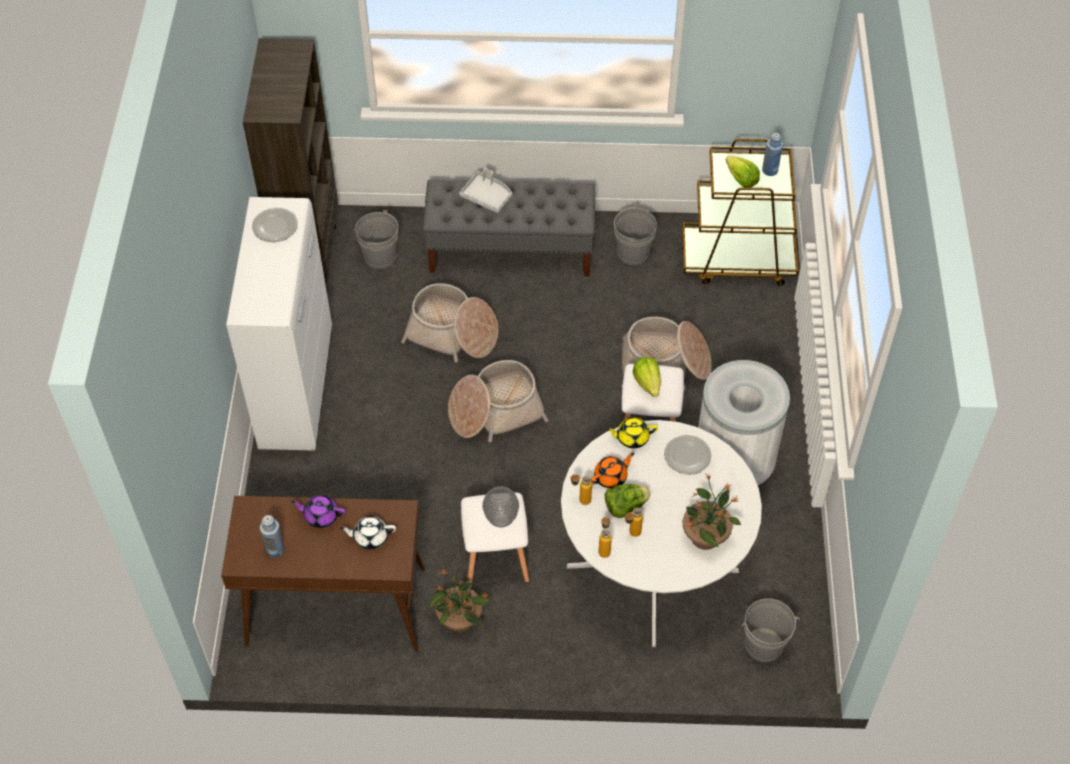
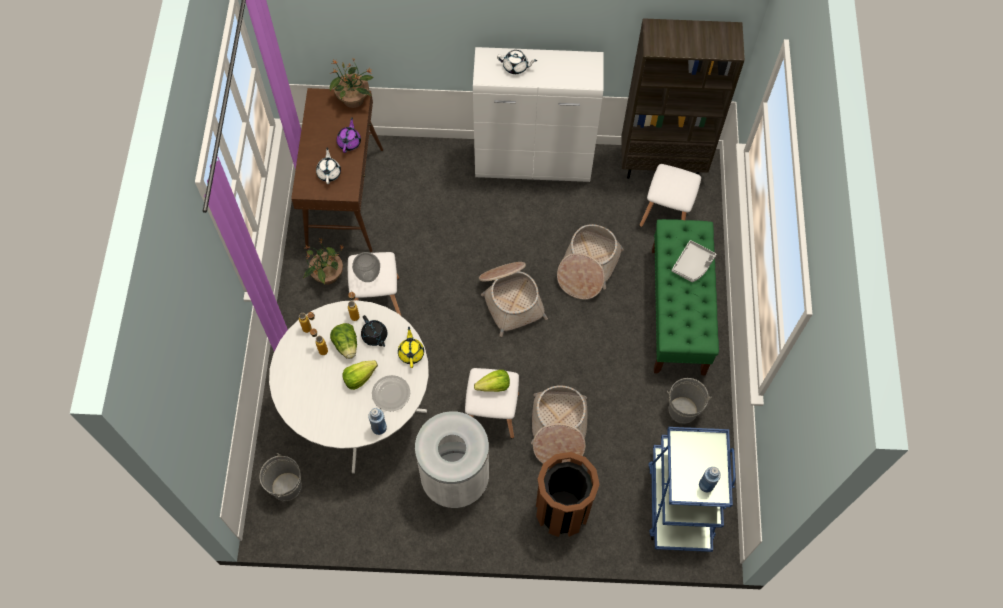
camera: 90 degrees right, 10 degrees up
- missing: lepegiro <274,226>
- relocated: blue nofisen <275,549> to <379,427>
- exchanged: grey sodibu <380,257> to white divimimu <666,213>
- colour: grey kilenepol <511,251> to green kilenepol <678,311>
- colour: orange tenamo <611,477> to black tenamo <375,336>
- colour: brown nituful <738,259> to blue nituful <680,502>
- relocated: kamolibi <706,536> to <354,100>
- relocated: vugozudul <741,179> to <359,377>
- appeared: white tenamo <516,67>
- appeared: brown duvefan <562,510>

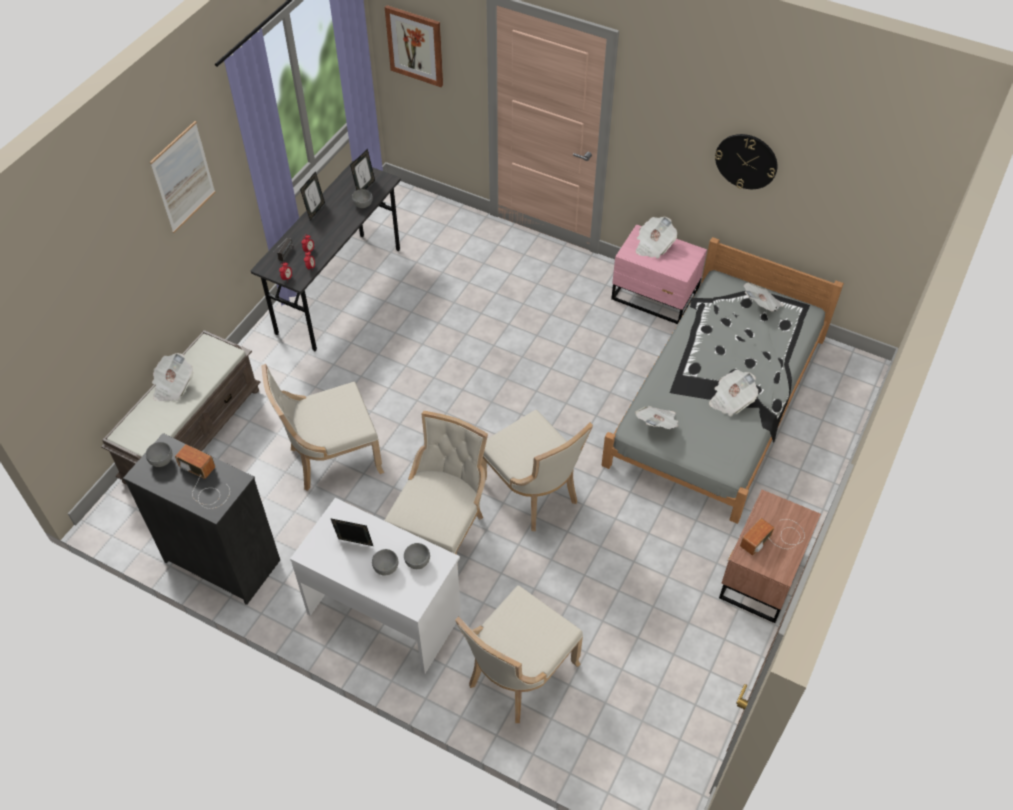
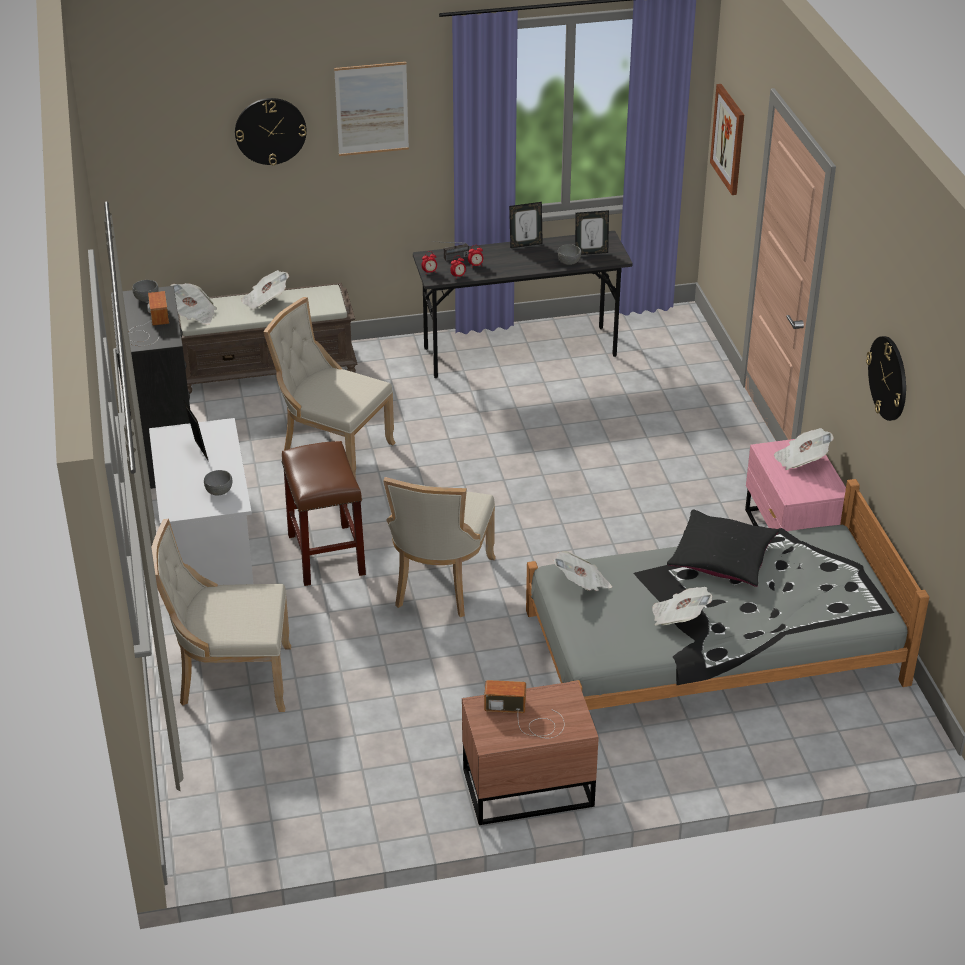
camera: 50 degrees right, 15 degrees down
- missing: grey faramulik <386,568>
- exchanged: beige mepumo <442,535> to brown divimimu <327,555>
- relocated: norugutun <761,305> to <193,315>
- appeared: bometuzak <270,131>
- appeared: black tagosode <722,558>

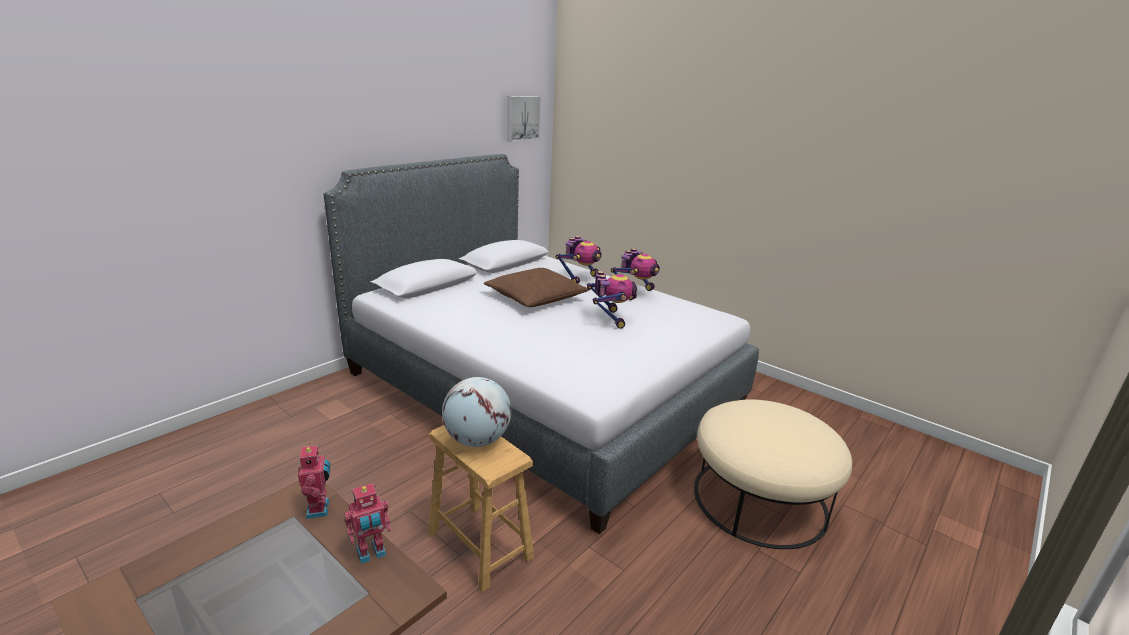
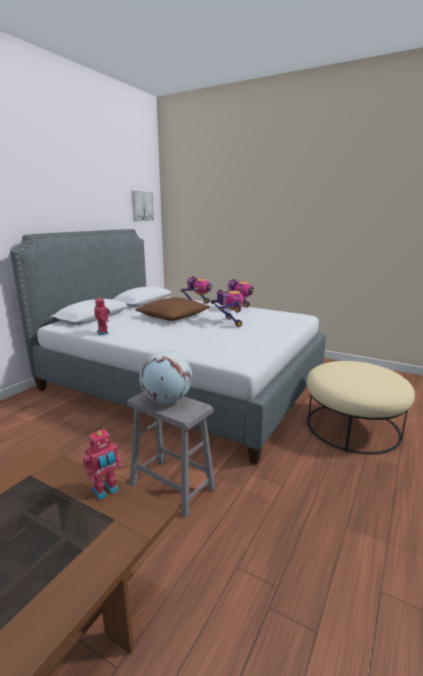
camera: 10 degrees left, 5 degrees down
- relocated: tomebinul <320,509> to <103,332>
- colour: brown divimimu <479,546> to grey divimimu <172,486>

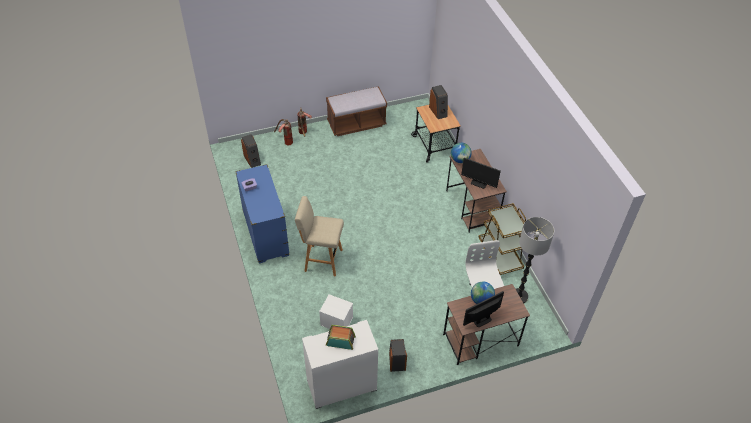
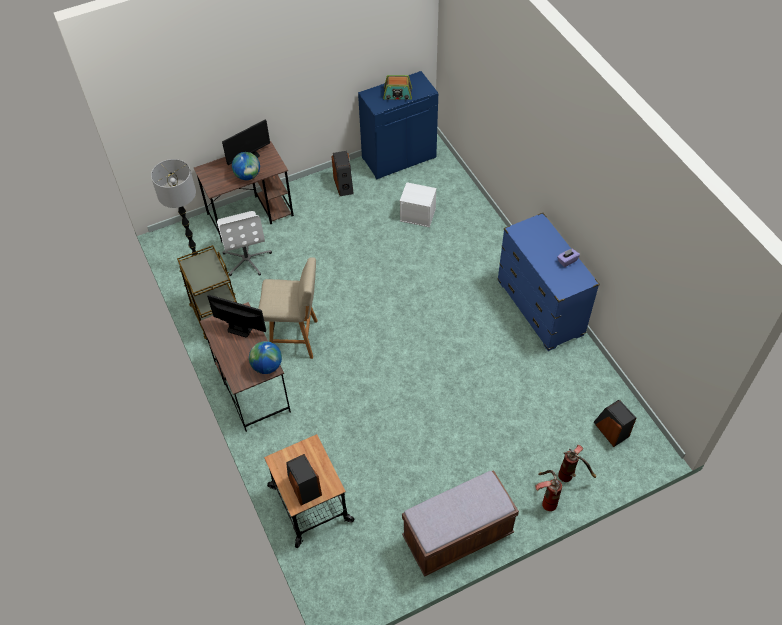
camera: 175 degrees right, 5 degrees up
- relocated: beige divimimu <322,260> to <296,338>
- colour: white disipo <341,385> to blue disipo <399,157>

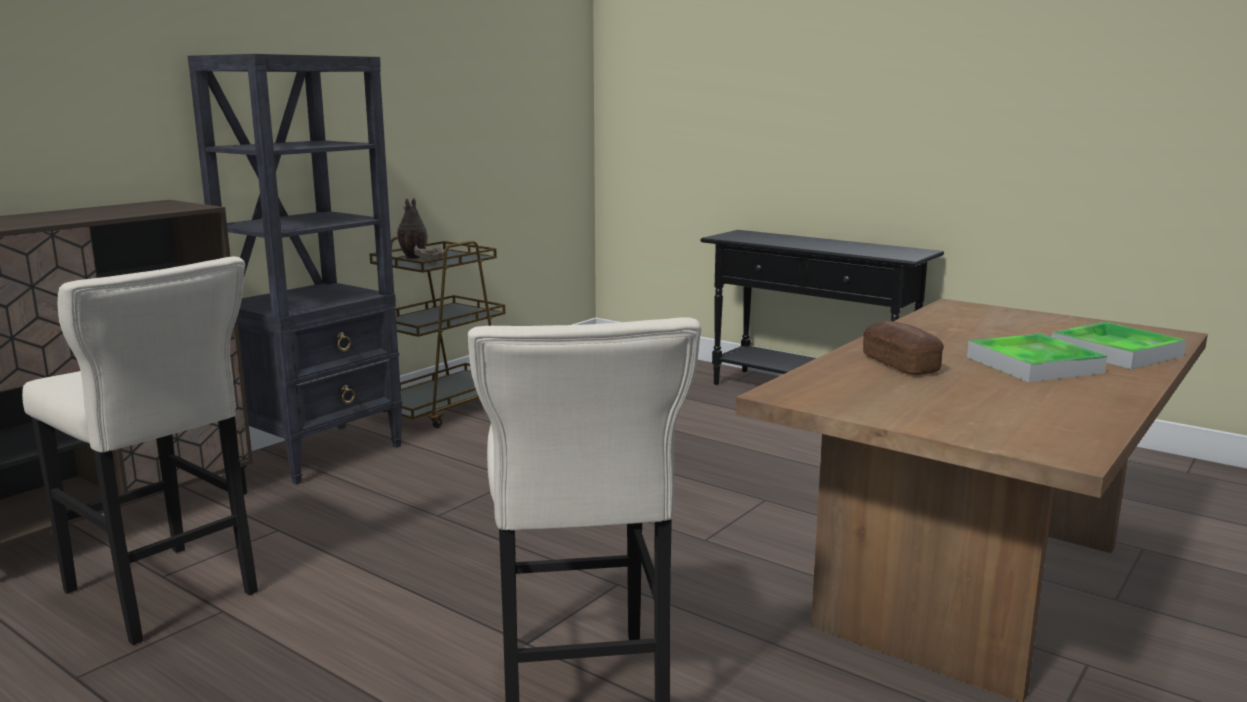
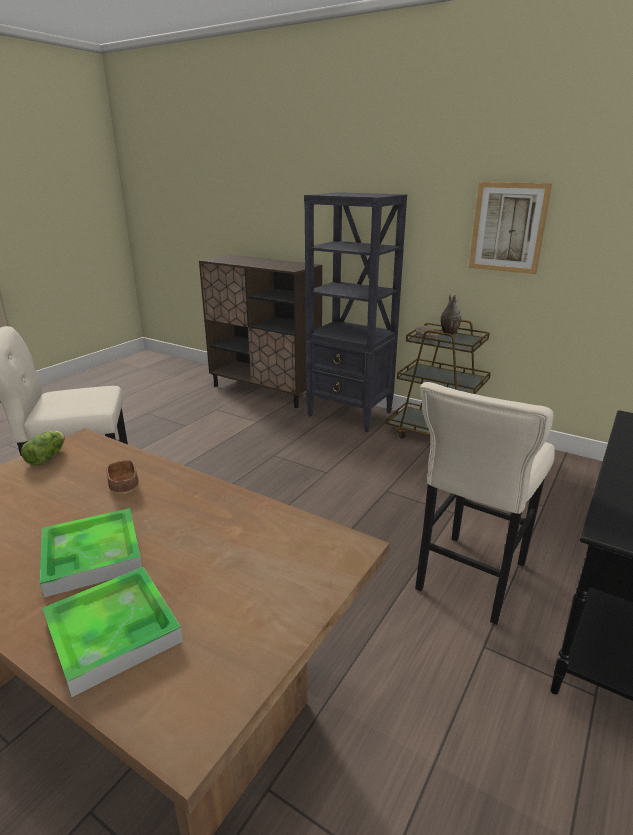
camera: 85 degrees right, 10 degrees up
- relocated: beige divimimu <164,596> to <469,580>
- exchanged: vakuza <900,364> to brown faramulik <124,486>
- appeared: vugozudul <48,456>
- appeared: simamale <508,228>

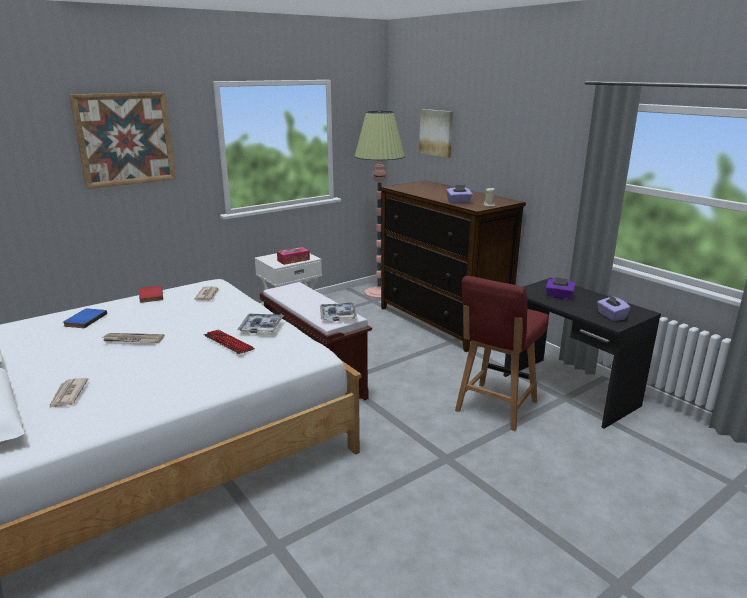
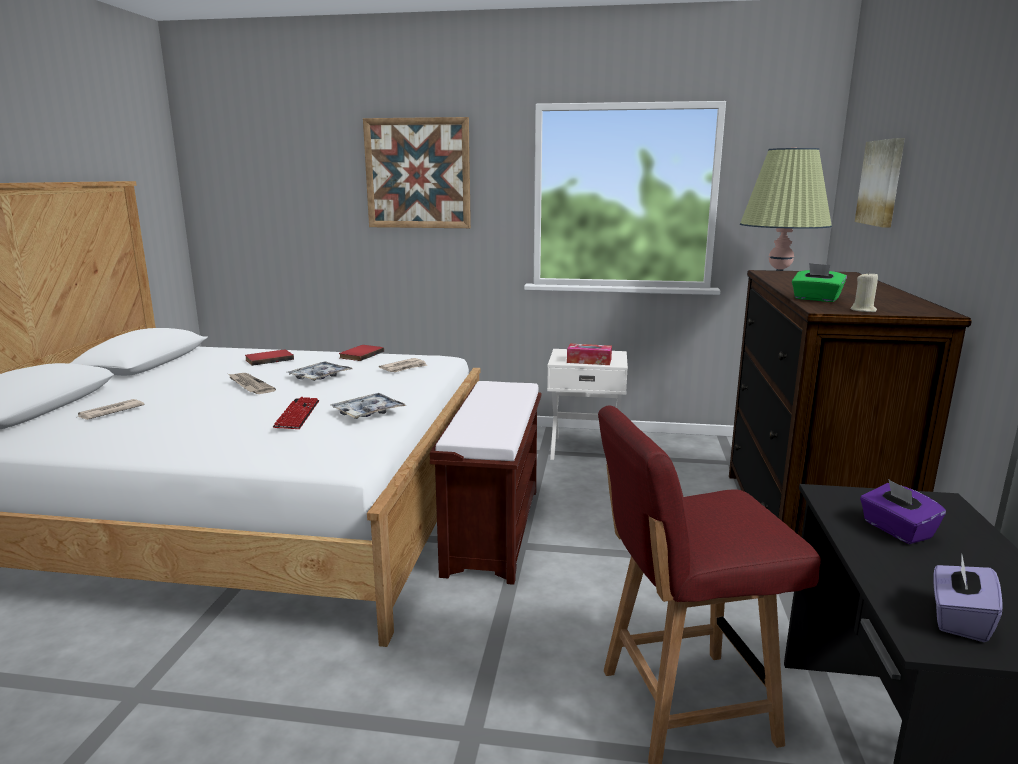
camera: 45 degrees right, 5 degrees down
- colour: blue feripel <84,320> to red feripel <269,359>
- relocated: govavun <338,315> to <320,377>
- colour: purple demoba <459,202> to green demoba <816,299>

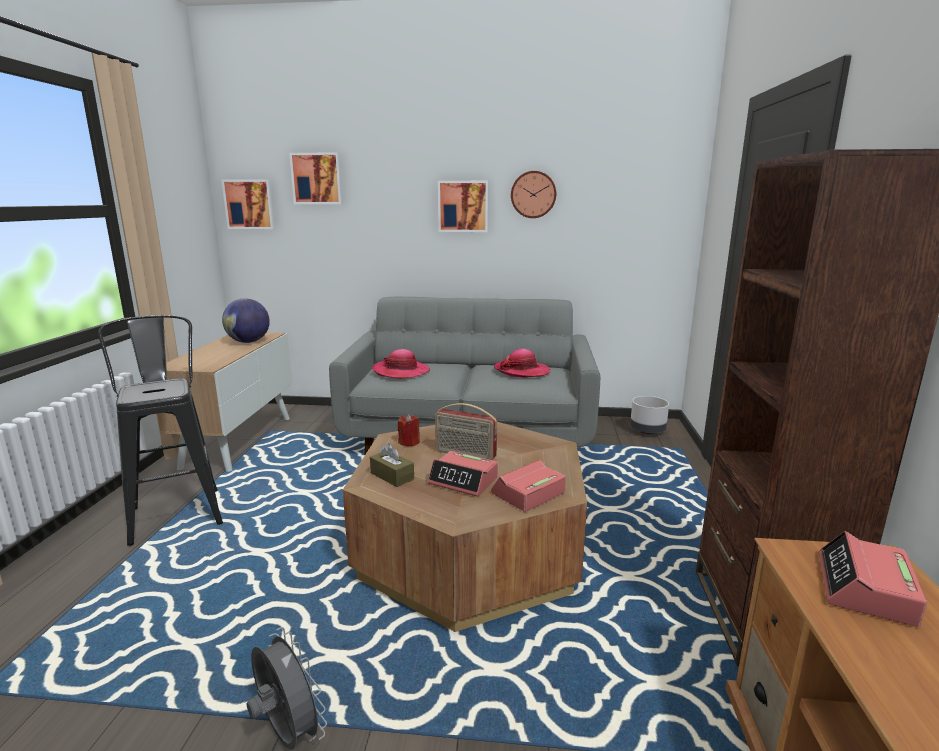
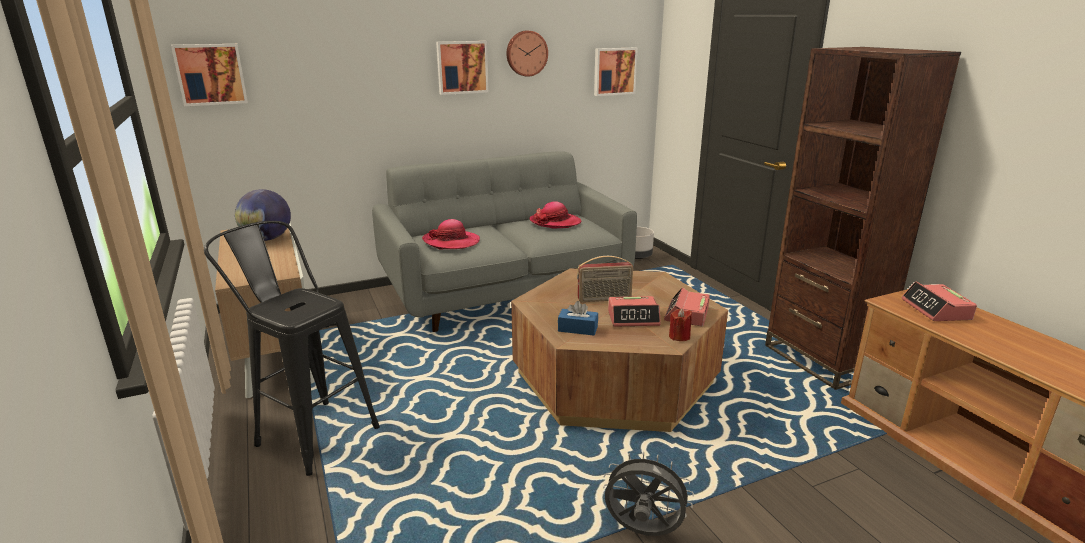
camera: 30 degrees left, 5 degrees up
- relocated: simamale <317,178> to <614,71>
- colour: brown demoba <392,476> to blue demoba <577,329>
- relocated: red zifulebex <409,442> to <679,336>

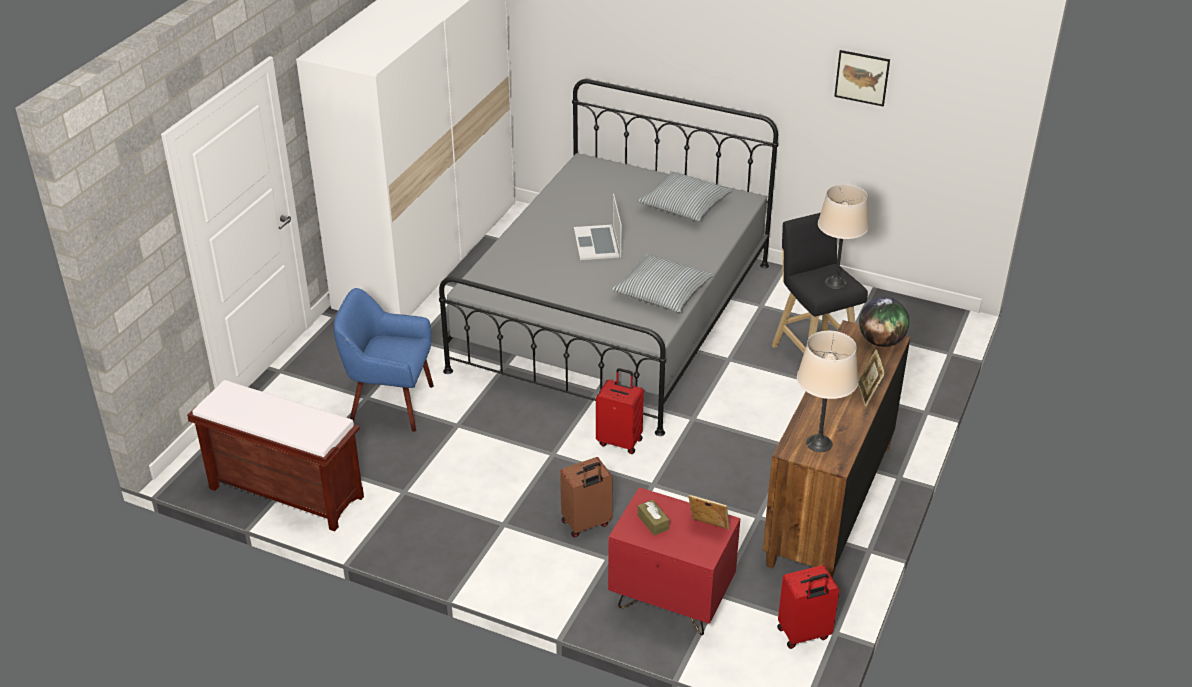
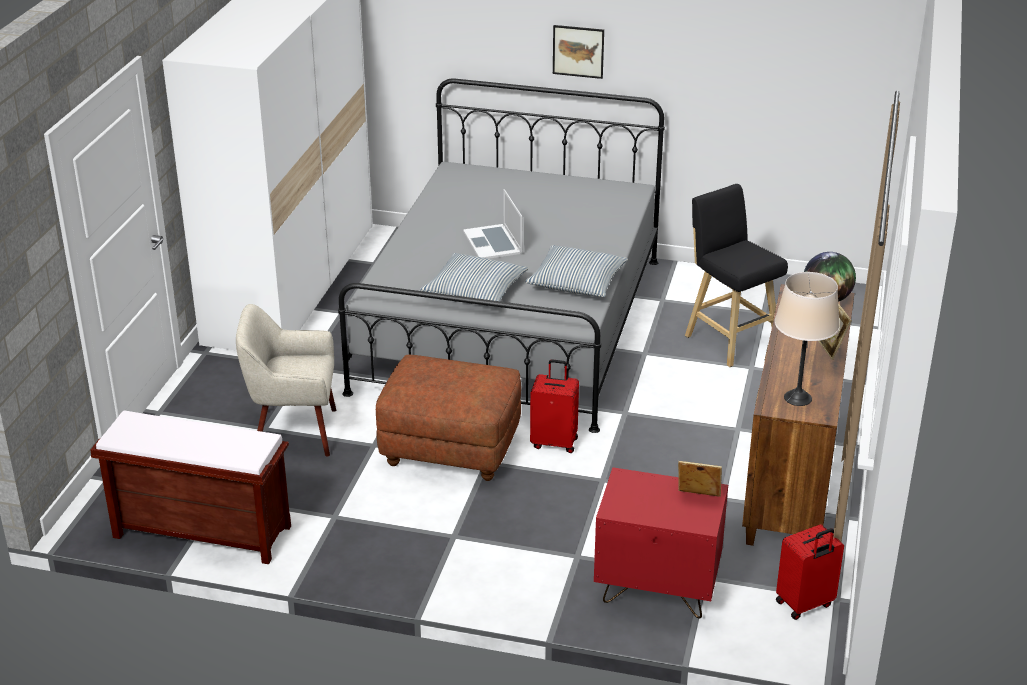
camera: 10 degrees left, 5 degrees down
- colour: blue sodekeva <390,404> to beige sodekeva <293,432>
- missing: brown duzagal <586,524>
- relocated: tagosode <684,205> to <474,290>
- missing: brown demoba <653,522>
- missing: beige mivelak <835,283>
- relocated: simamale <862,77> to <578,51>
- appeared: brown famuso <451,449>

